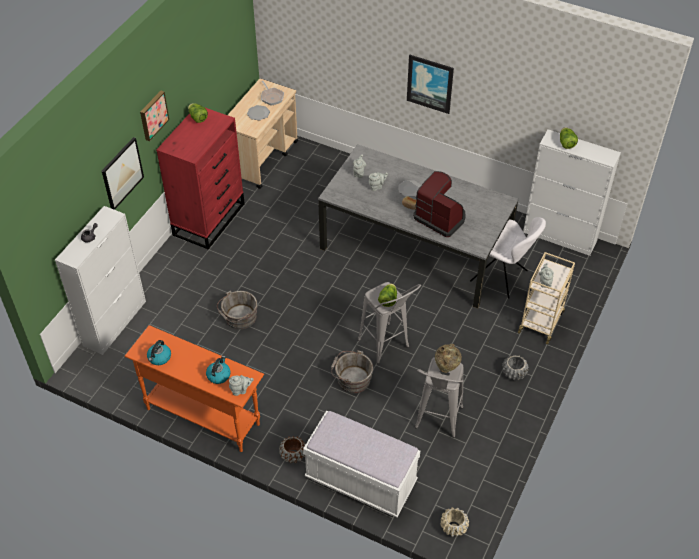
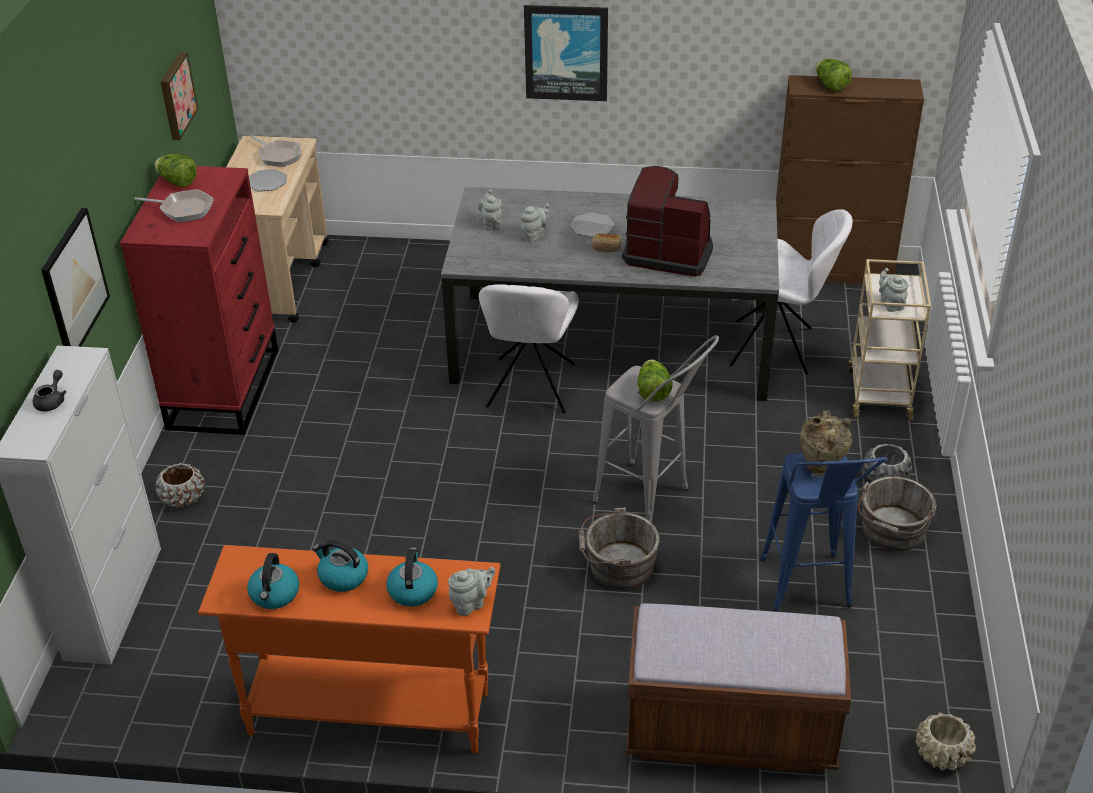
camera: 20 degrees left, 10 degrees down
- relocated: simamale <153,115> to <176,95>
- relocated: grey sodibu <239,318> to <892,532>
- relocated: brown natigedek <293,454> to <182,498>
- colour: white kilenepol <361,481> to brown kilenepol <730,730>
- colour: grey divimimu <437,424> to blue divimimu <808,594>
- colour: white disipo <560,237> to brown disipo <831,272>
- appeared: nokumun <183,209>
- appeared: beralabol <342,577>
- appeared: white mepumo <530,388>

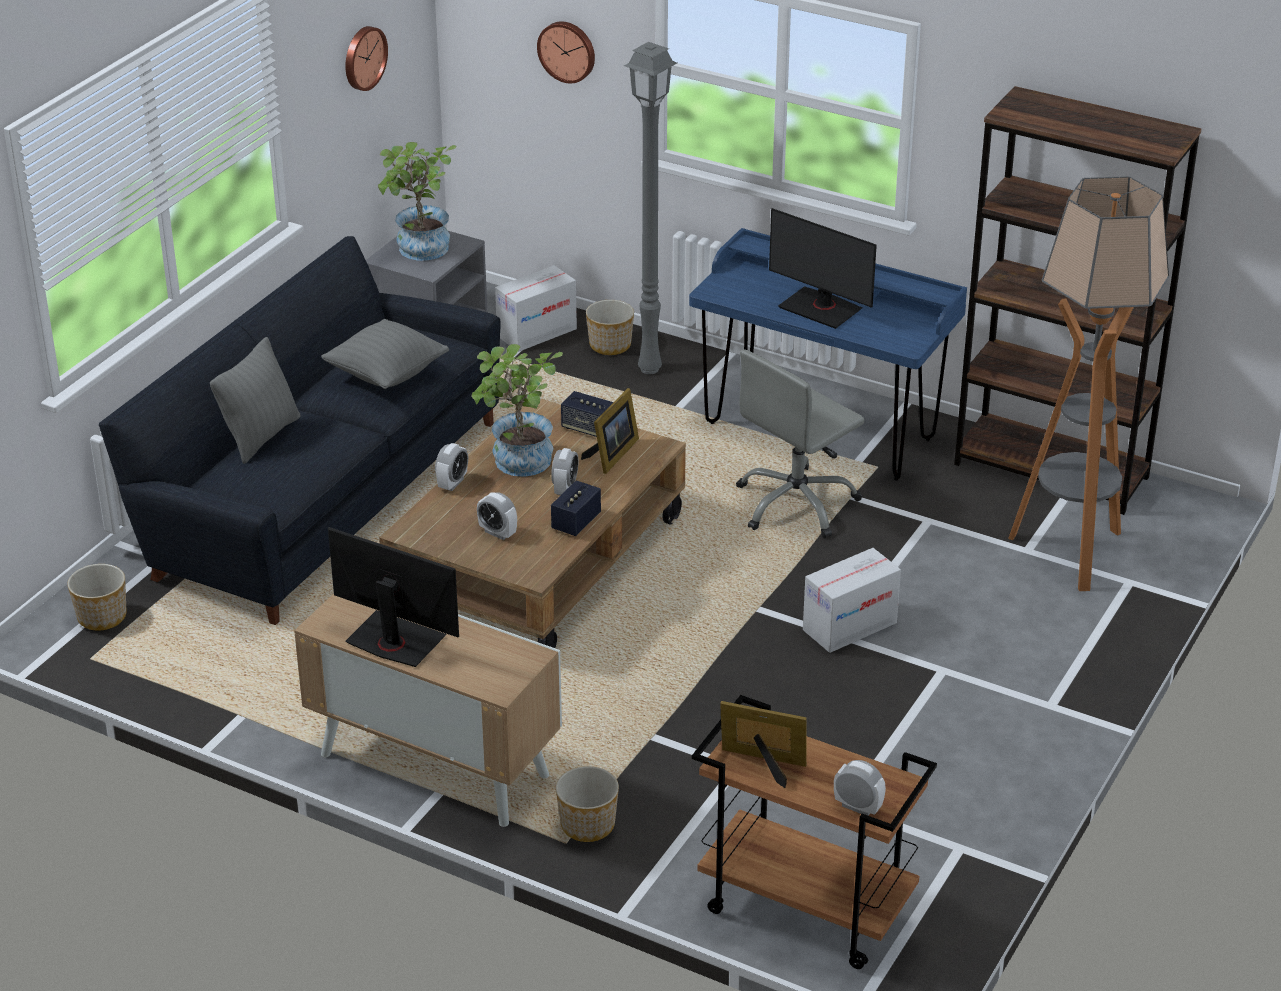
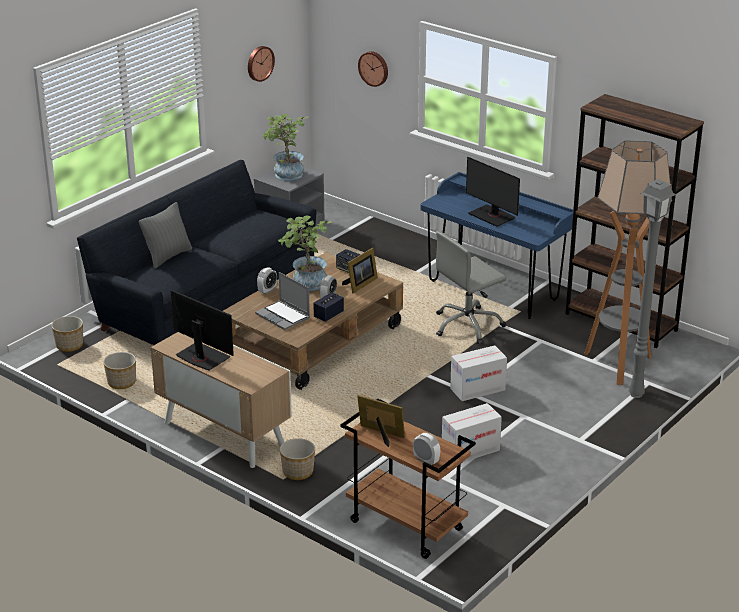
camera: 10 degrees right, 5 degrees down
- missing: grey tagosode <386,375>
- exchanged: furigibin <497,533> to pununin <283,316>
- relocated: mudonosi <537,332> to <470,450>
- relocated: natigedek <610,345> to <122,382>
- relocated: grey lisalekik <647,369> to <634,394>

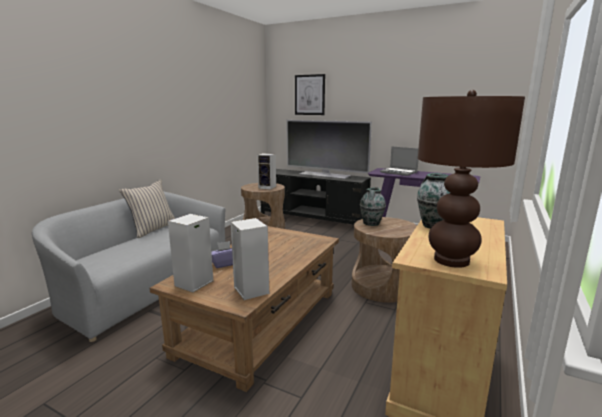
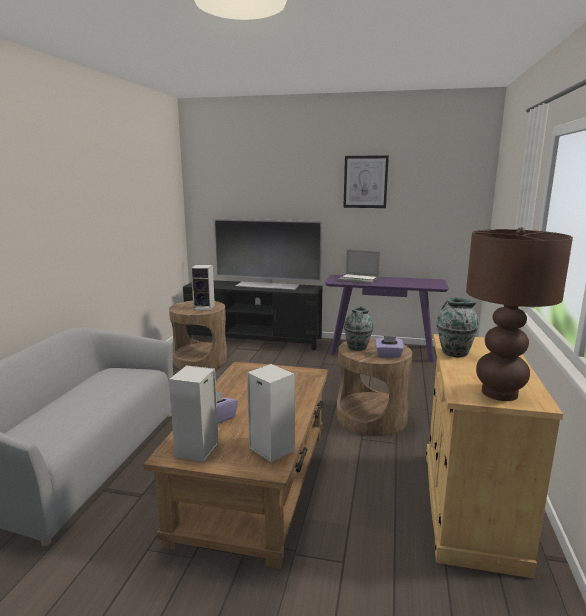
camera: 15 degrees left, 0 degrees up
- missing: beige tagosode <152,229>
- relocated: simamale <309,95> to <365,182>
- appeared: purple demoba <388,355>

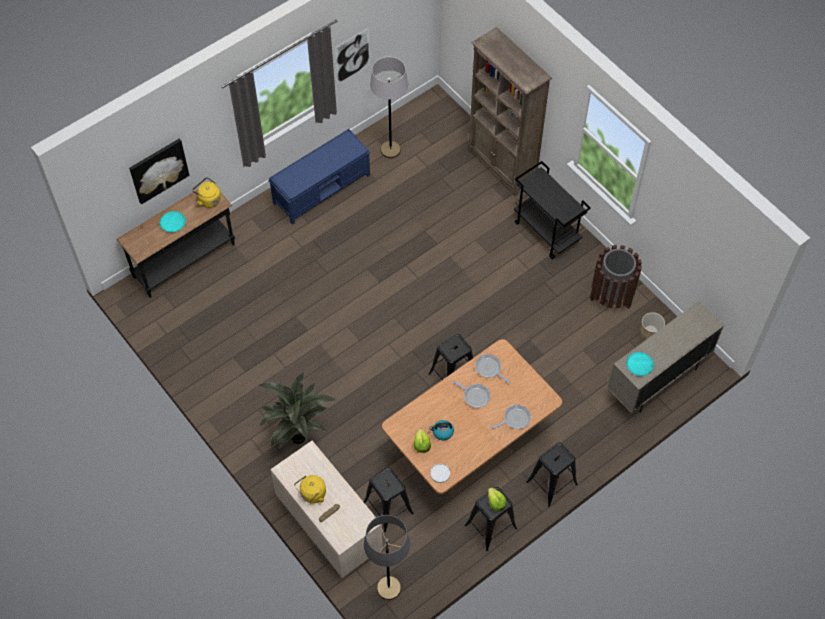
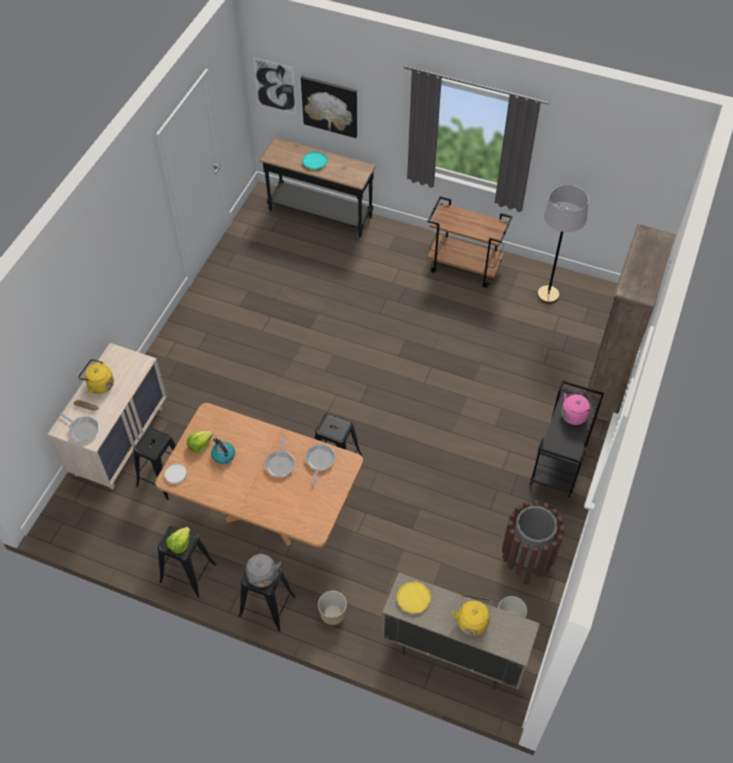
camera: 60 degrees right, 5 degrees down
- relocated: yellow beralabol <208,199> to <472,620>
- missing: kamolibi <299,441>
- exchanged: blue kilenepol <322,188> to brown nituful <465,267>
- relocated: simamale <352,56> to <275,86>
- missing: grey lisalekik <388,588>
- relocated: nokumun <515,419> to <83,430>
- colour: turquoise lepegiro <639,365> to yellow lepegiro <413,598>
- appeared: grey beralabol <263,577>
- appeared: natigedek <332,613>
- appeared: pink beralabol <575,414>

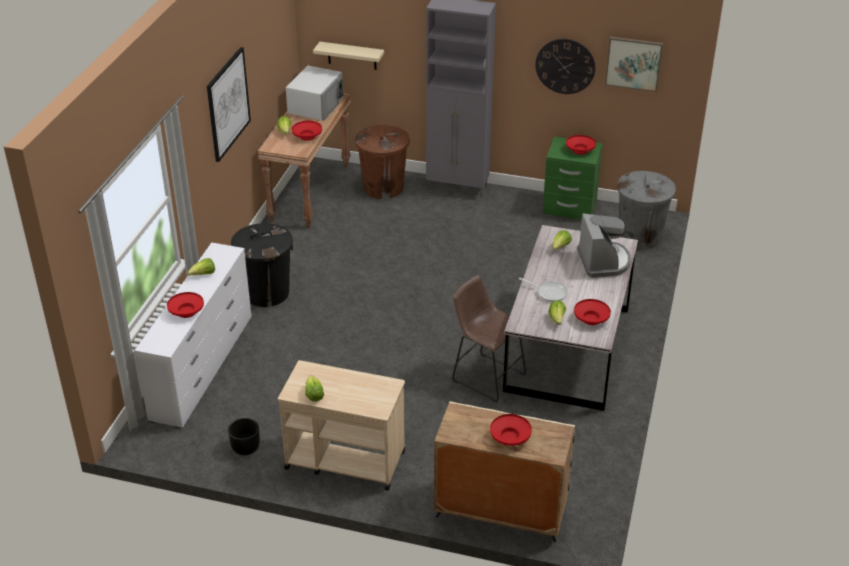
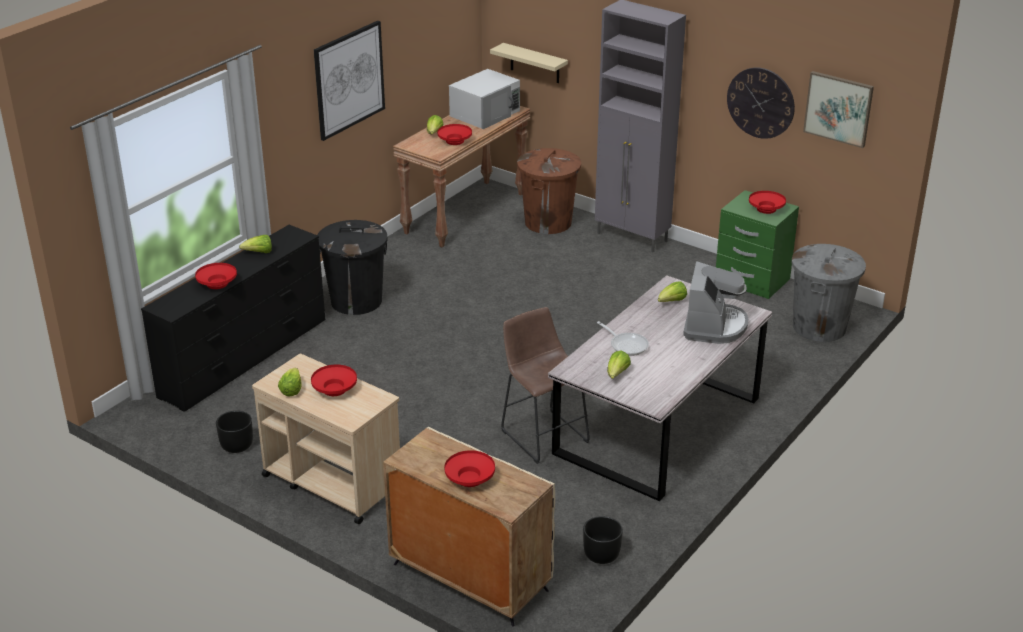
camera: 20 degrees right, 5 degrees down
- colour: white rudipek <203,366> to black rudipek <245,358>
- relocated: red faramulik <591,319> to <334,389>
- appeared: black natigedek <601,555>

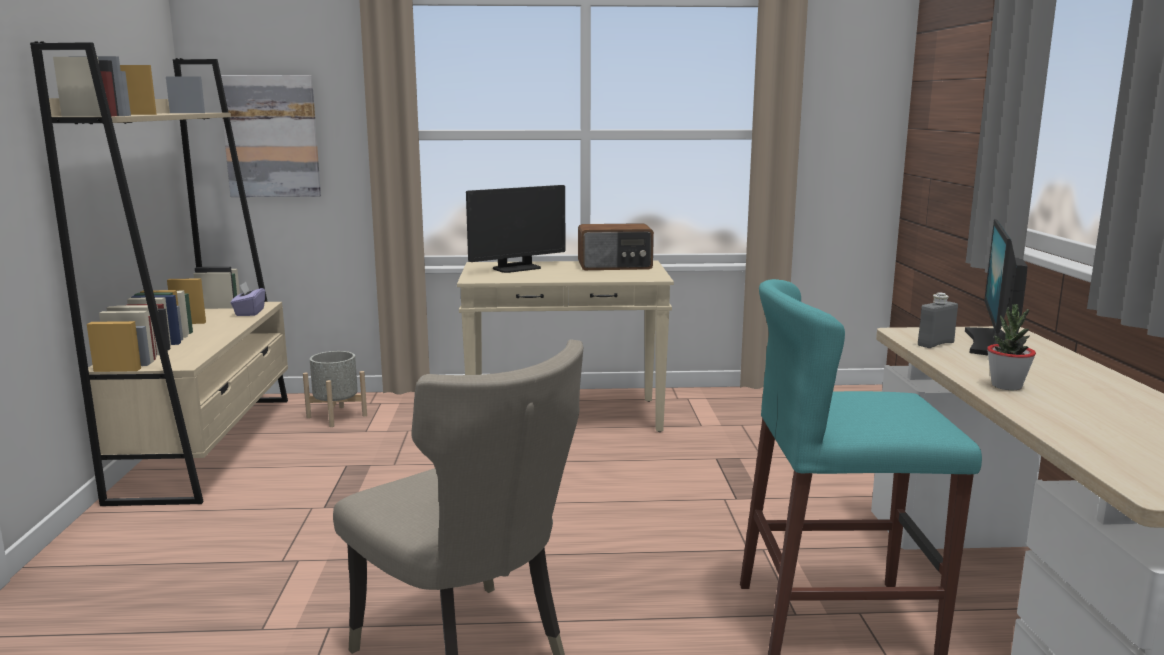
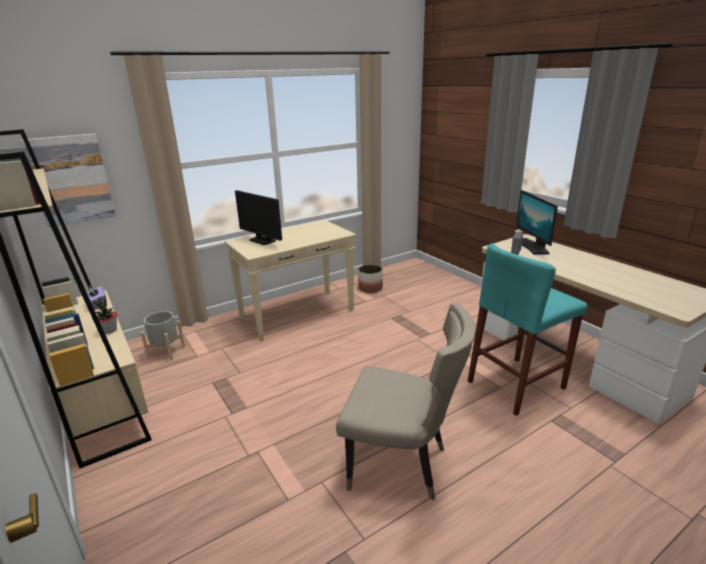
camera: 30 degrees left, 10 degrees up
- spun: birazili <516,268> = <262,240> 105 degrees clockwise
- missing: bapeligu <615,266>
- relocated: kamolibi <1006,386> to <110,330>
- appeared: natigedek <370,288>

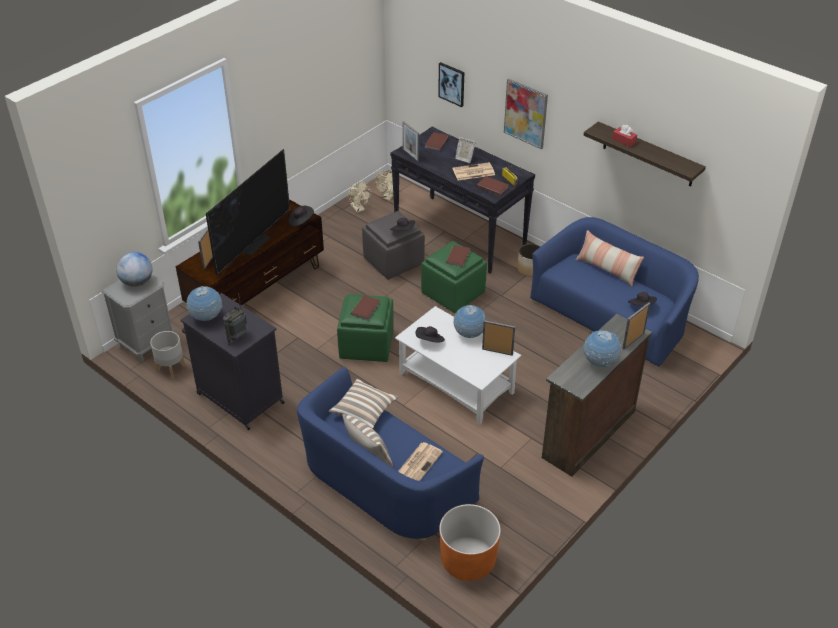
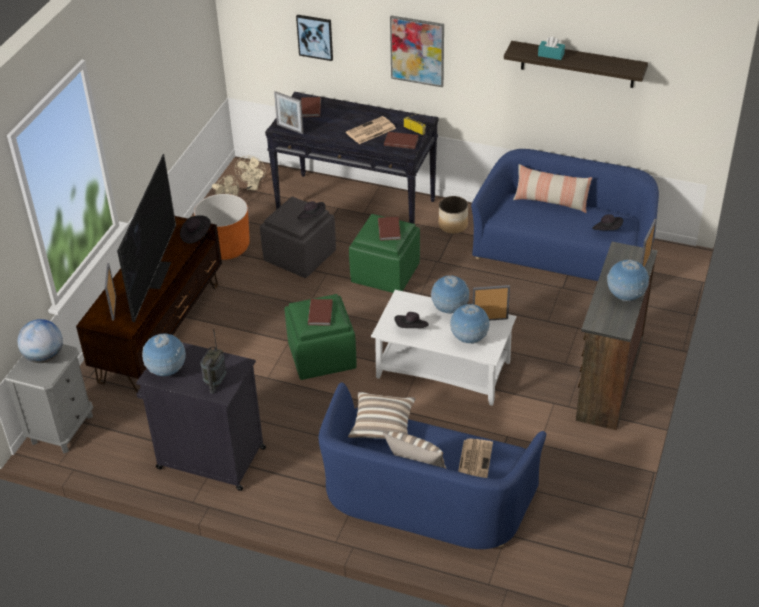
camera: 20 degrees left, 0 degrees up
- missing: grey natigedek <170,368>
- relocated: orange natigedek <468,561> to <226,247>
- missing: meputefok <464,159>
- colour: red demoba <624,141> to turquoise demoba <551,55>
- appeared: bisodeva <469,339>

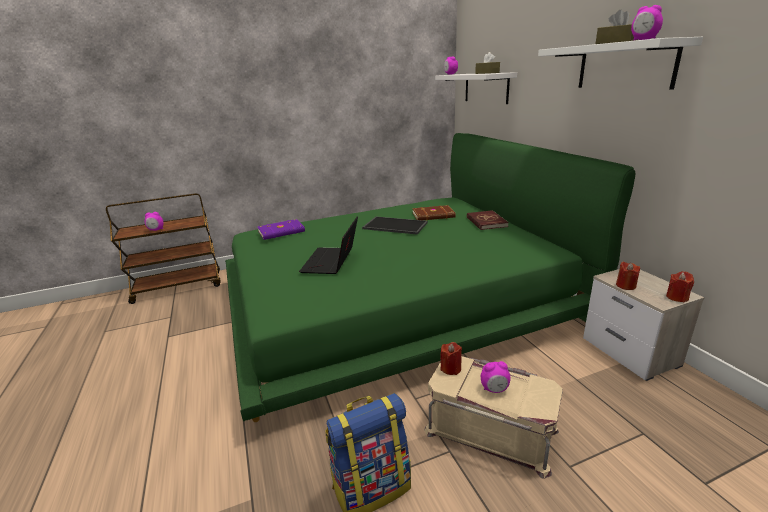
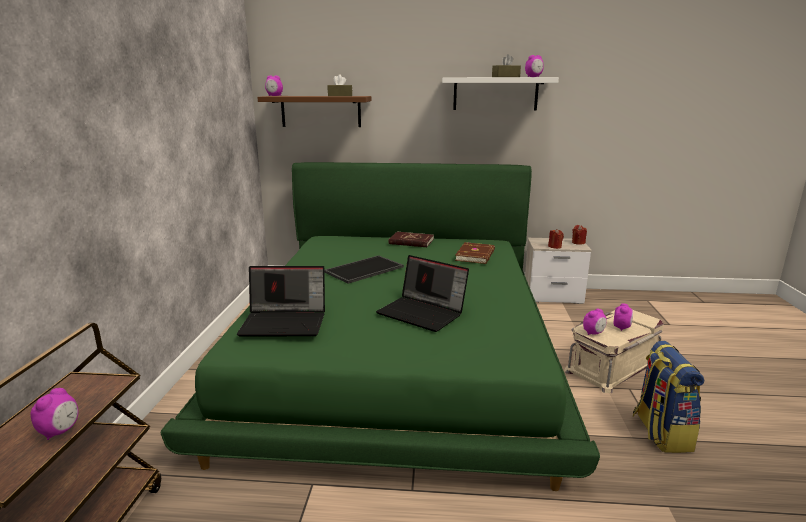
camera: 65 degrees left, 5 degrees down
- exchanged: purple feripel <282,232> to pununin <285,322>
- relocated: brown feripel <433,215> to <476,255>
- colour: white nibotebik <486,88> to brown nibotebik <321,111>
- exchanged: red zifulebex <451,368> to furigibin <593,333>

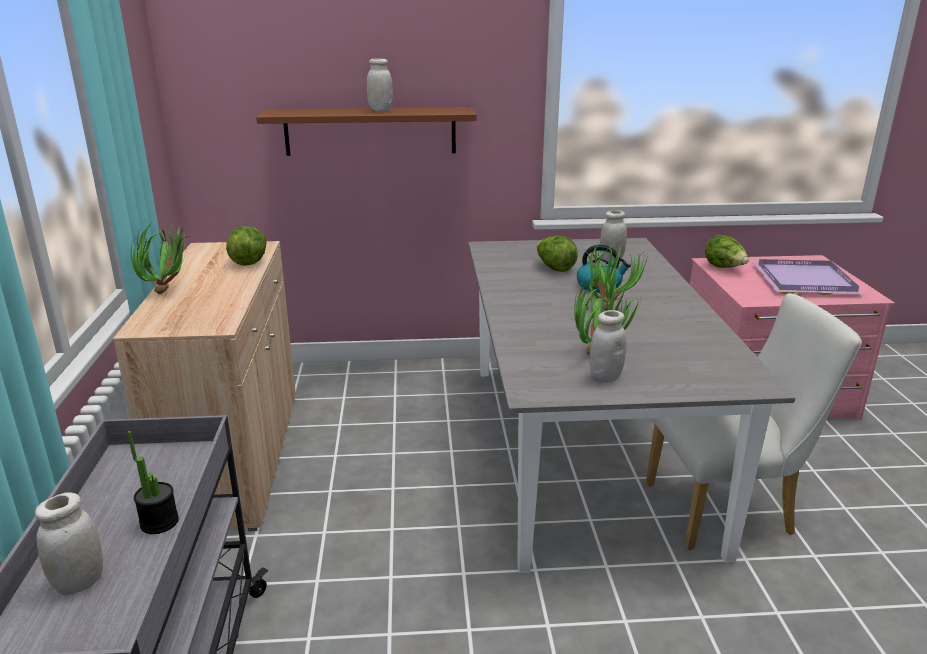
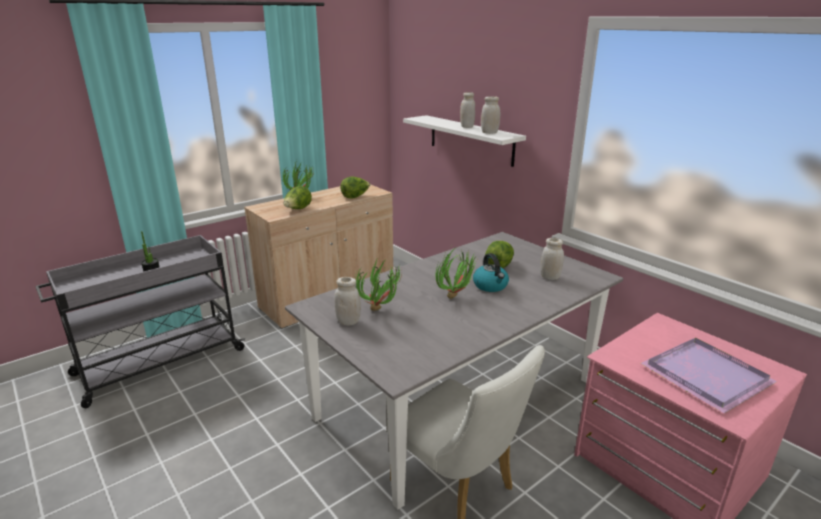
camera: 55 degrees right, 0 degrees up
- relocated: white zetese <79,583> to <489,133>
- colour: brown nibotebik <370,131> to white nibotebik <470,140>
- relocated: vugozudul <724,268> to <298,209>

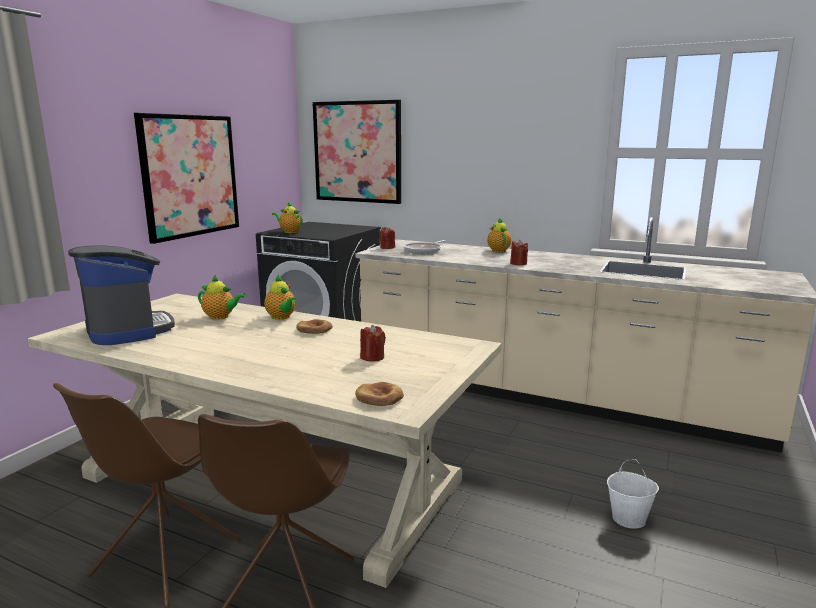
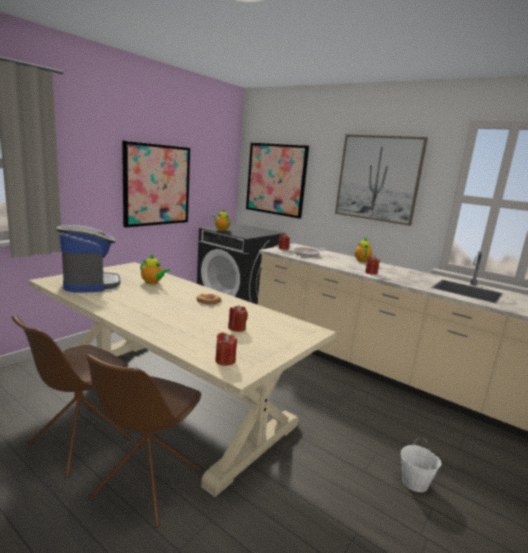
camera: 10 degrees right, 0 degrees up
- missing: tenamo <281,317>
- exchanged: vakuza <379,398> to red zifulebex <225,360>
- appeared: simamale <378,178>

